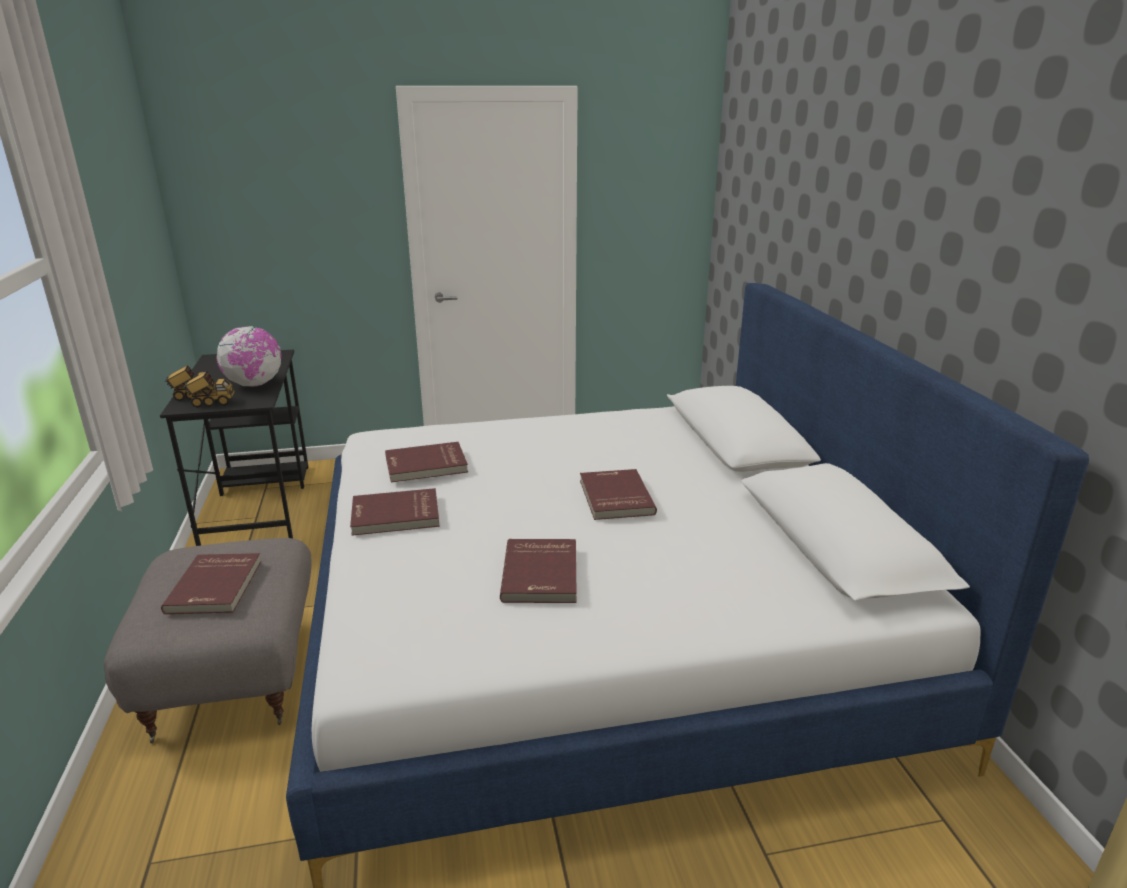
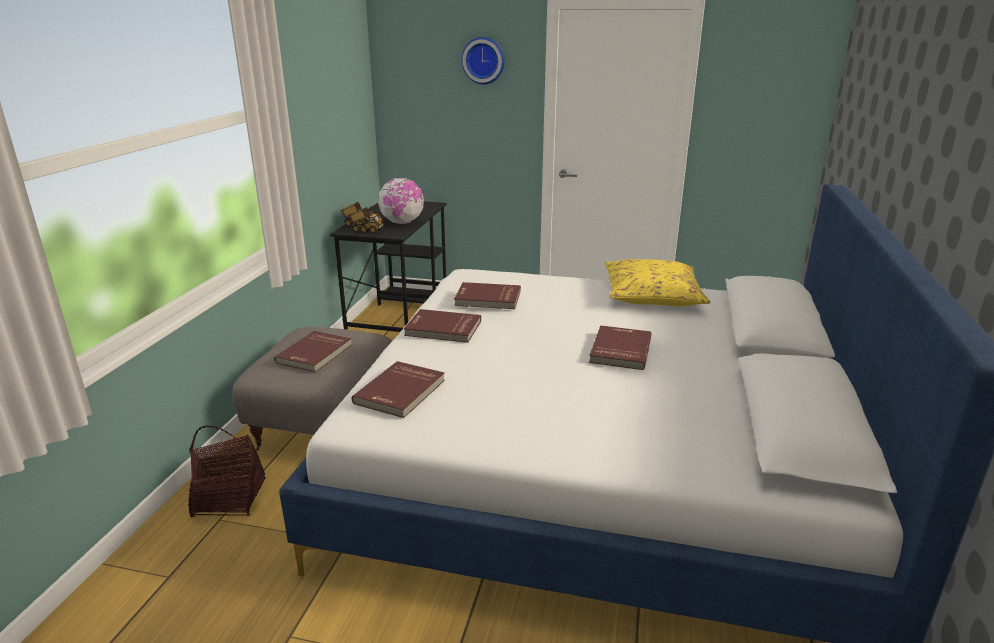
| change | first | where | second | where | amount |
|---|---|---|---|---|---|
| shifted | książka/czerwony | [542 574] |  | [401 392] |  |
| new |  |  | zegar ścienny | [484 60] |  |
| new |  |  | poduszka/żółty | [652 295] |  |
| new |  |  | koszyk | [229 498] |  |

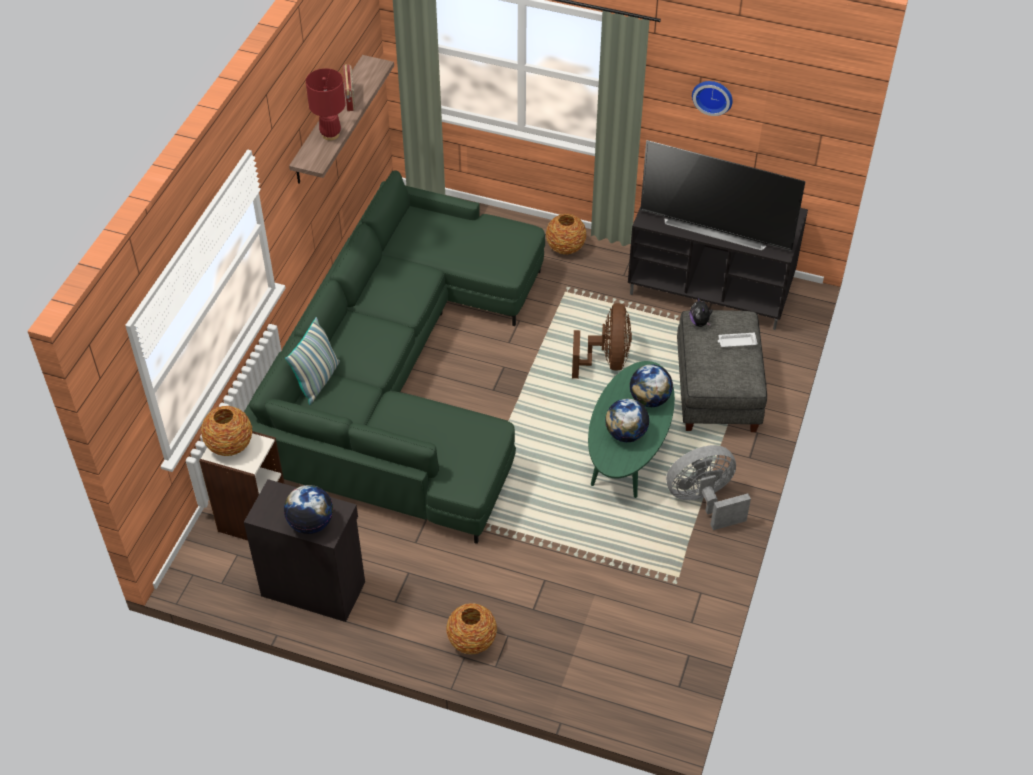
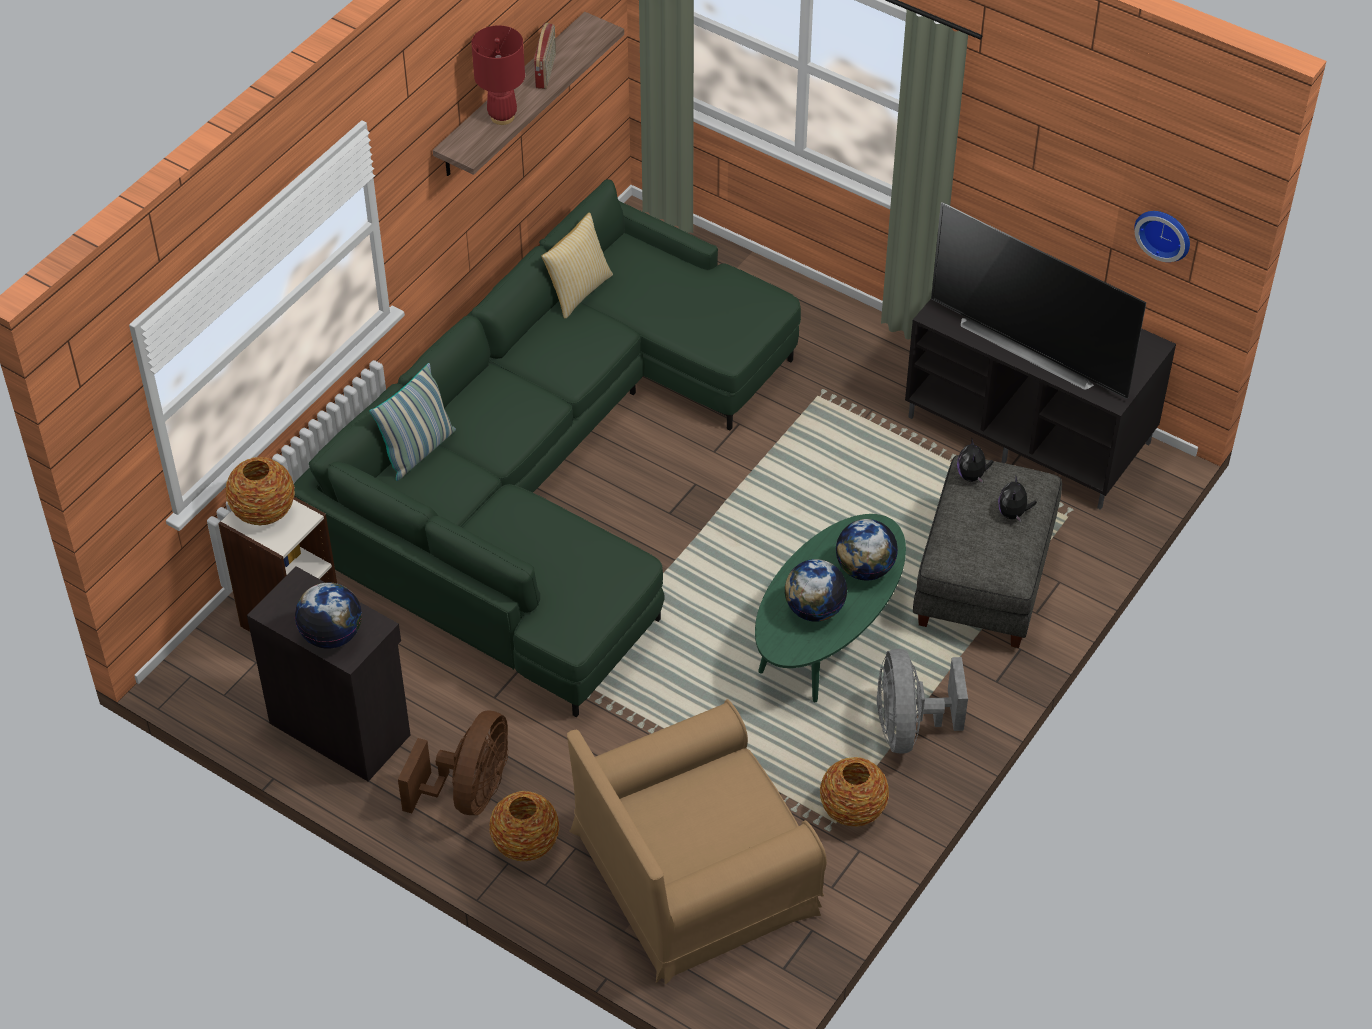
| change | first | where | second | where | amount |
|---|---|---|---|---|---|
| shifted | zegar ścienny | [713 96] |  | [1164 233] |  |
| shifted | wazon | [566 247] |  | [853 810] |  |
| shifted | wentylator/brązowy | [606 360] |  | [469 792] |  |
| swapped | taca/biały | [736 342] | pluszak | [1013 513] |  |
| rotated | wentylator/szary | [704 501] |  | [909 727] | 90 degrees counterclockwise |
| new |  |  | poduszka | [578 291] |  |
| new |  |  | fotel/brązowy | [694 870] |  |

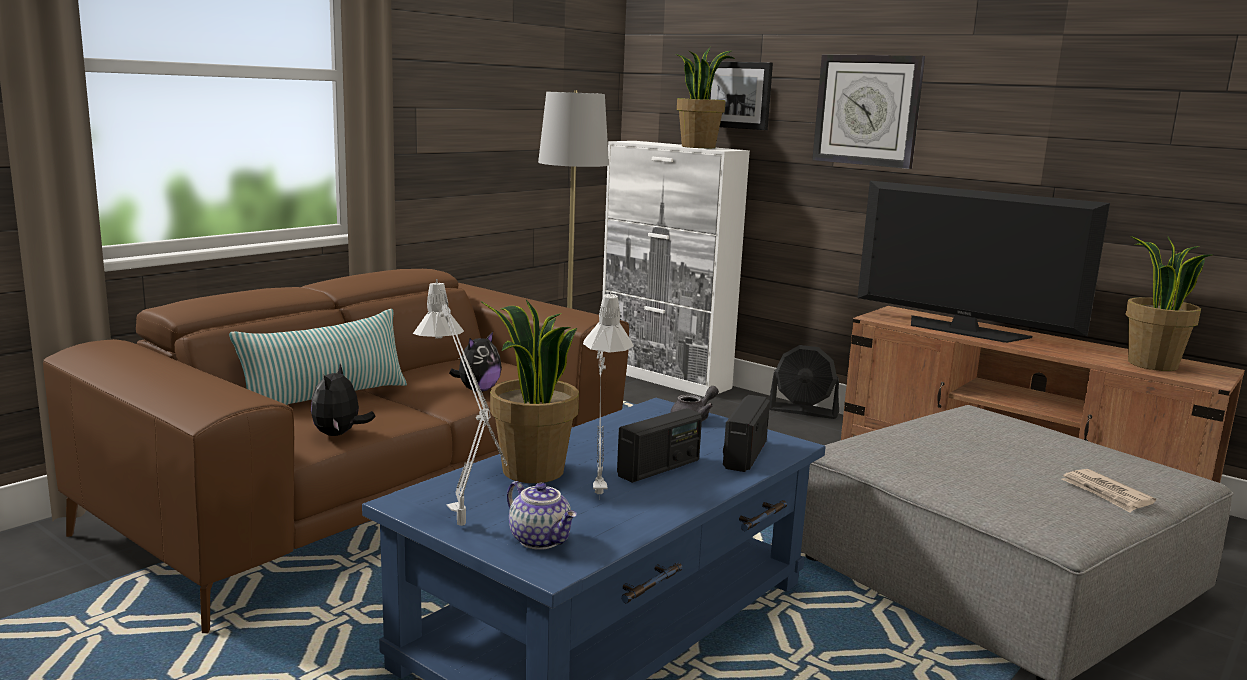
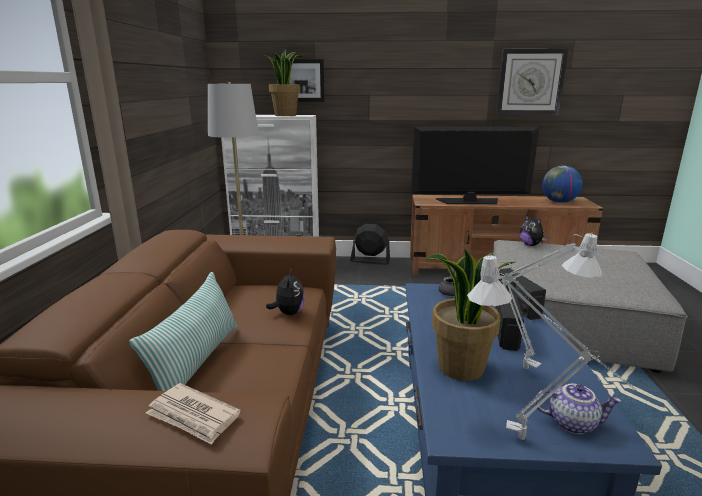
| change | first | where | second | where | amount |
|---|---|---|---|---|---|
| shifted | zegar ścienny | [867 110] |  | [530 82] |  |
| swapped | roślina doniczkowa | [1151 364] | globus | [559 202] |  |
| rotated | wentylator/czarny | [803 411] |  | [370 260] | 150 degrees counterclockwise |
| shifted | pluszak | [339 434] |  | [530 245] |  |
| shifted | gazeta | [1106 493] |  | [193 416] |  |

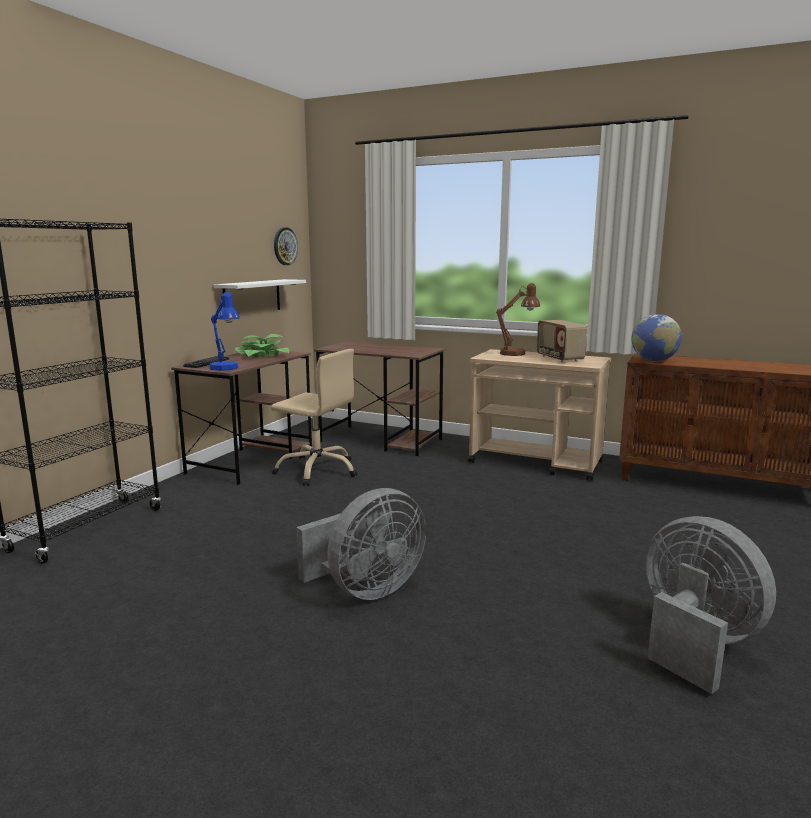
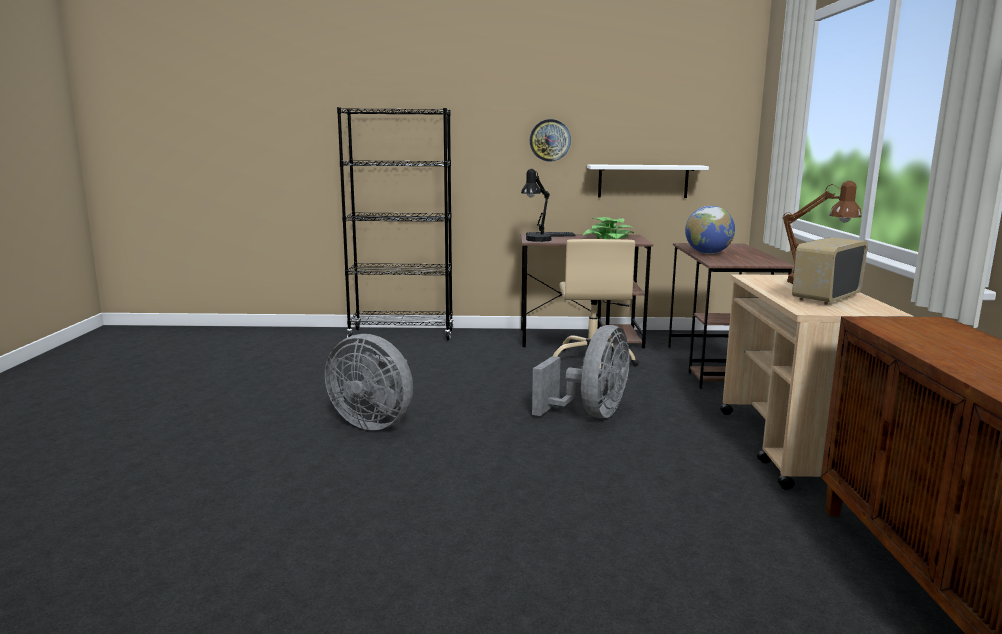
| change | first | where | second | where | amount |
|---|---|---|---|---|---|
| shifted | zegar ścienny | [285 246] |  | [550 140] |  |
| repainted | lampa stołowa/niebieski | [226 369] | lampa stołowa/czarny | [536 240] |  |
| shifted | globus | [654 361] |  | [707 253] |  |
| shifted | wentylator/szary | [694 643] |  | [591 414] |  |

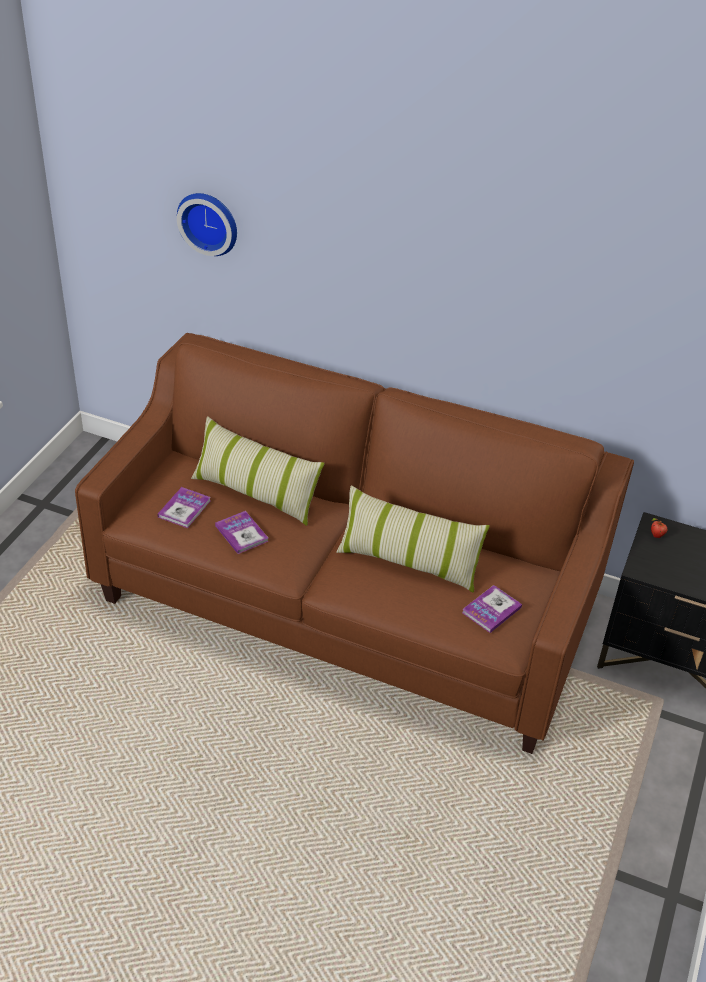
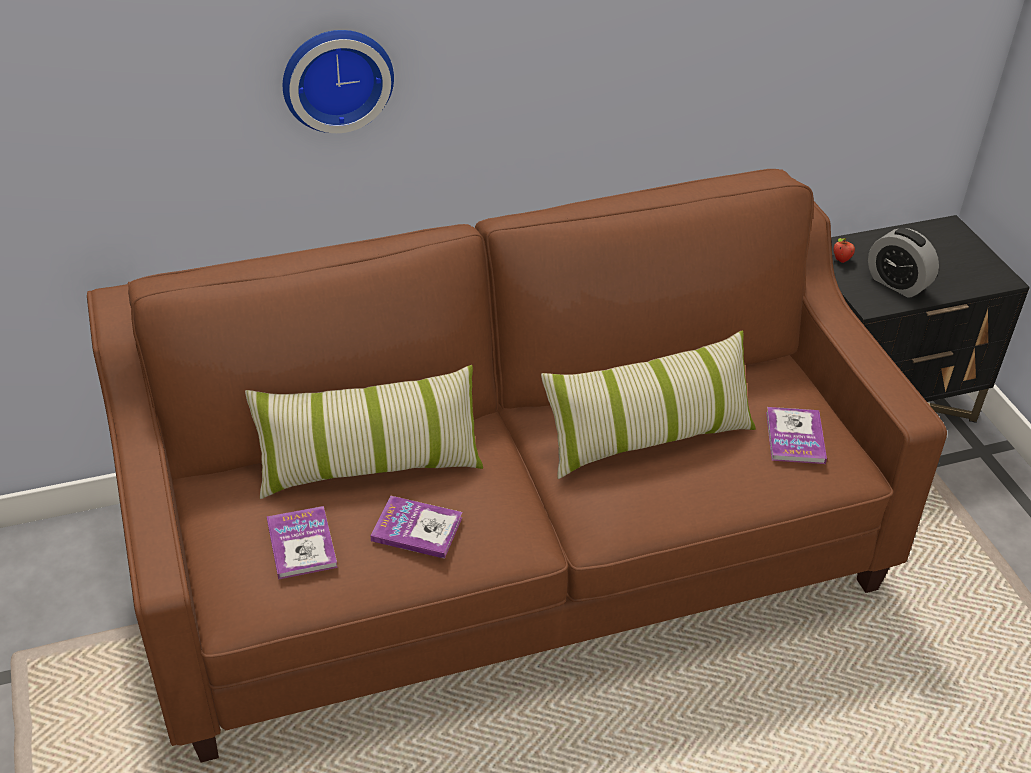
| change | first | where | second | where | amount |
|---|---|---|---|---|---|
| shifted | zegar ścienny | [209 222] |  | [336 77] |  |
| new |  |  | budzik | [897 283] |  |

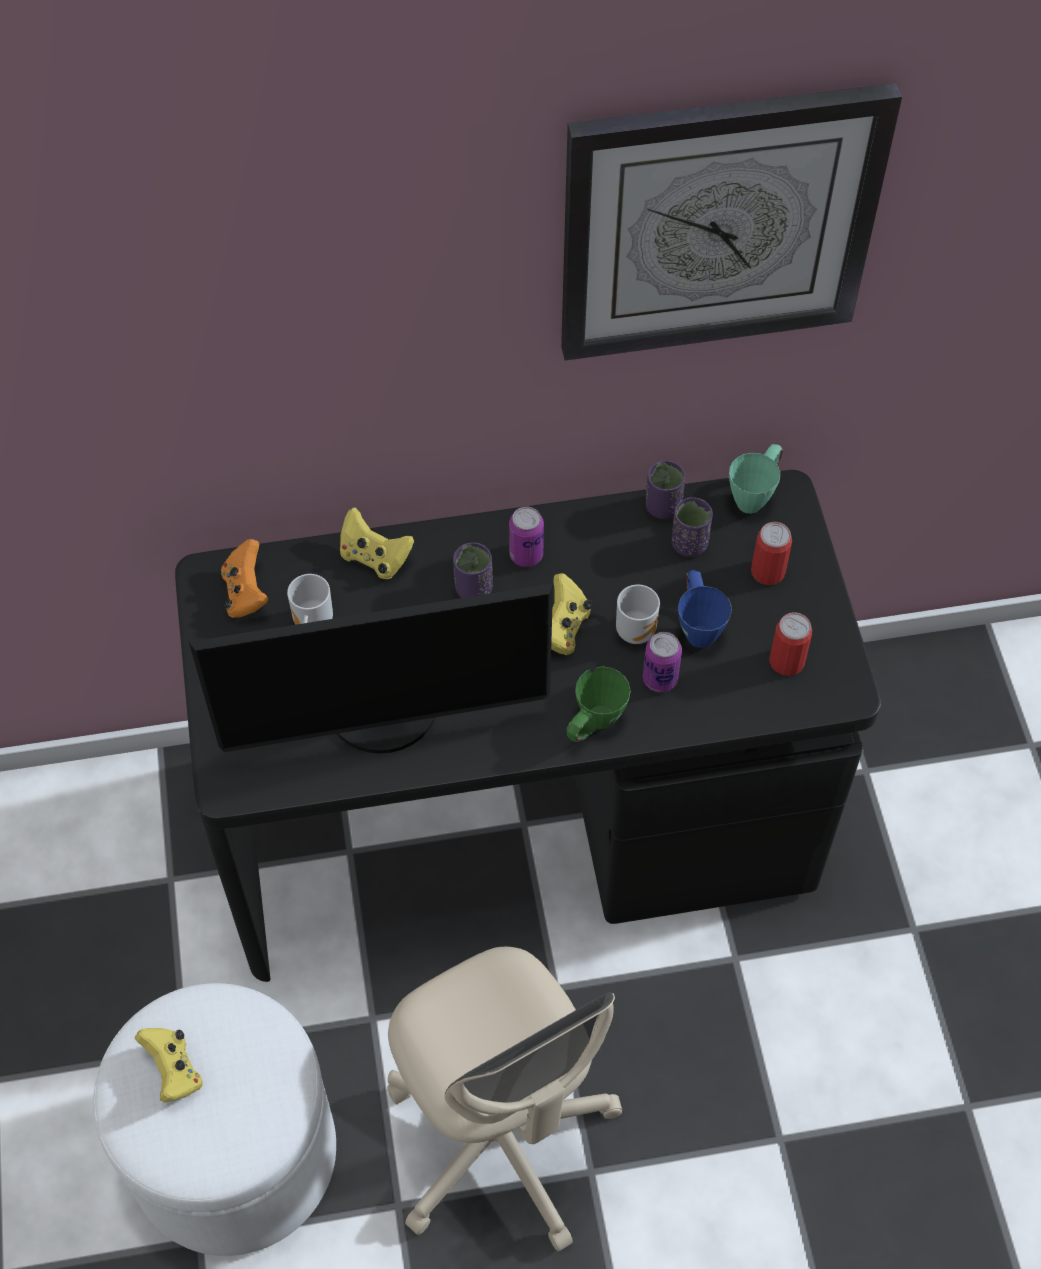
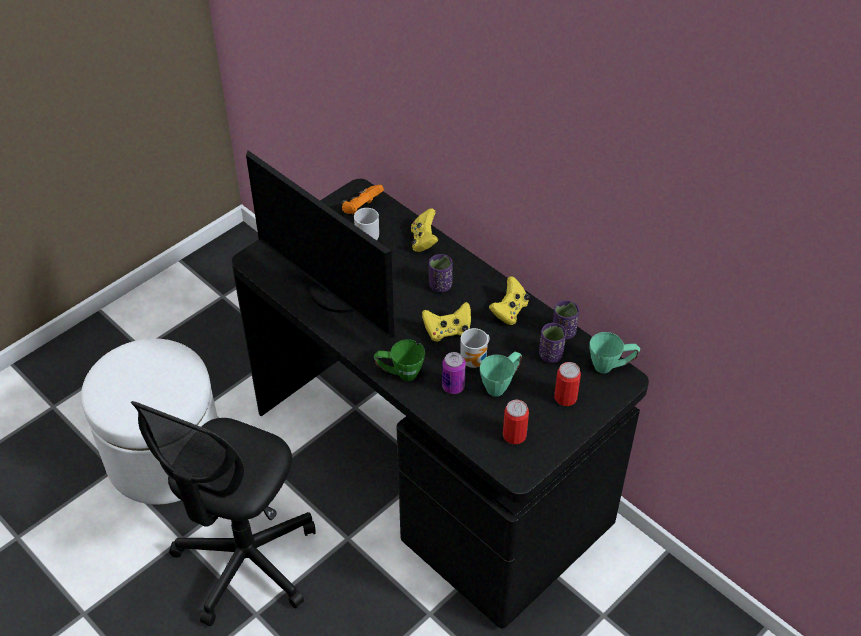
| change | first | where | second | where | amount |
|---|---|---|---|---|---|
| gone | zegar ścienny | [718 223] |  |  |  |
| gone | puszka | [526 555] |  |  |  |
| repainted | kubek/niebieski | [697 626] | kubek/zielony | [501 385] |  |
| repainted | krzesło biurowe/beżowy | [500 1139] | krzesło biurowe/czarny | [246 562] |  |
| shifted | pad do gier/żółty | [174 1070] |  | [509 311] |  |

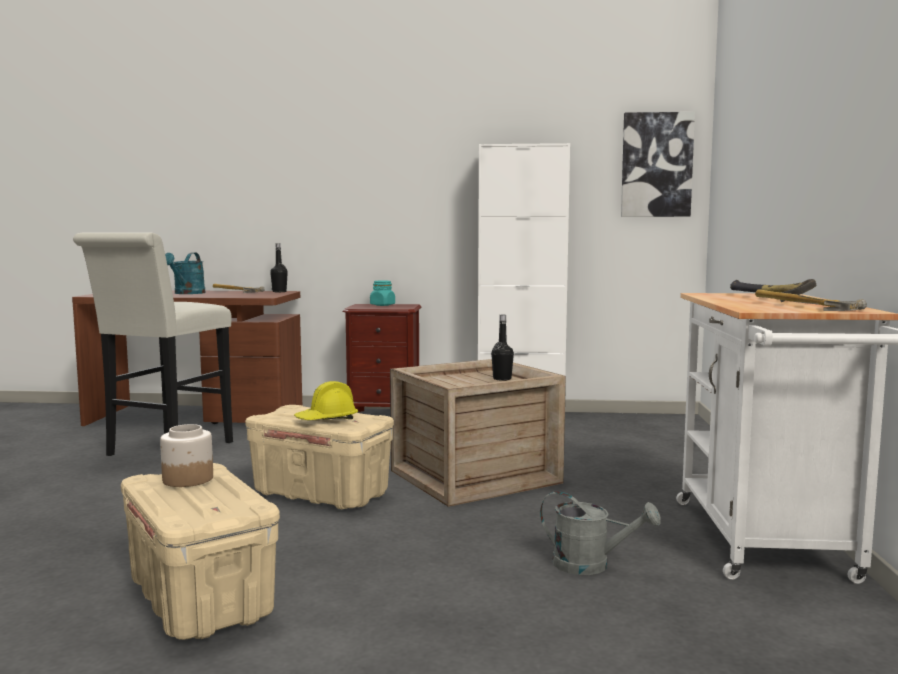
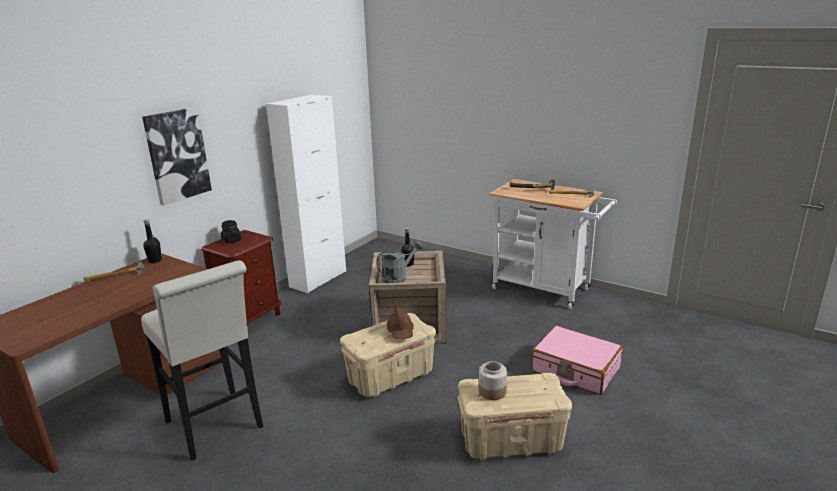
| change | first | where | second | where | amount |
|---|---|---|---|---|---|
| shifted | obraz | [656 165] |  | [177 155] |  |
| gone | konewka/turkusowy | [187 293] |  |  |  |
| repainted | słoik/turkusowy | [382 305] | słoik/czarny | [231 240] |  |
| repainted | kask/żółty | [326 419] | kask/brązowy | [401 332] |  |
| shifted | konewka/szary | [591 565] |  | [398 278] |  |
| new |  |  | walizka/różowy | [575 369] |  |

